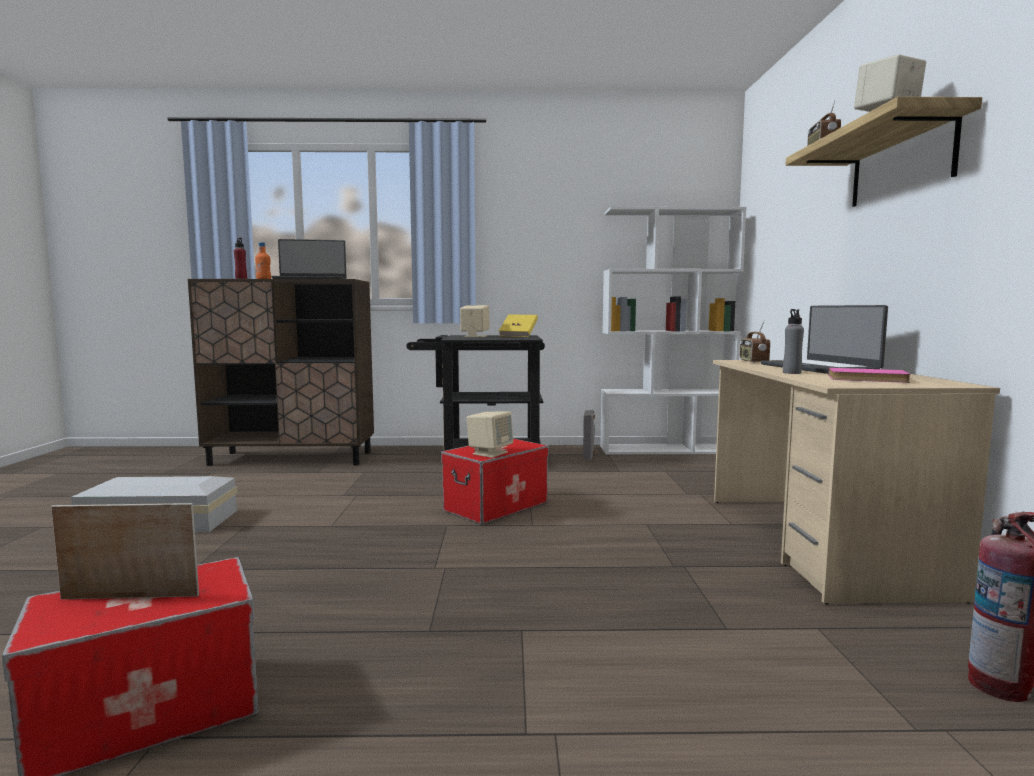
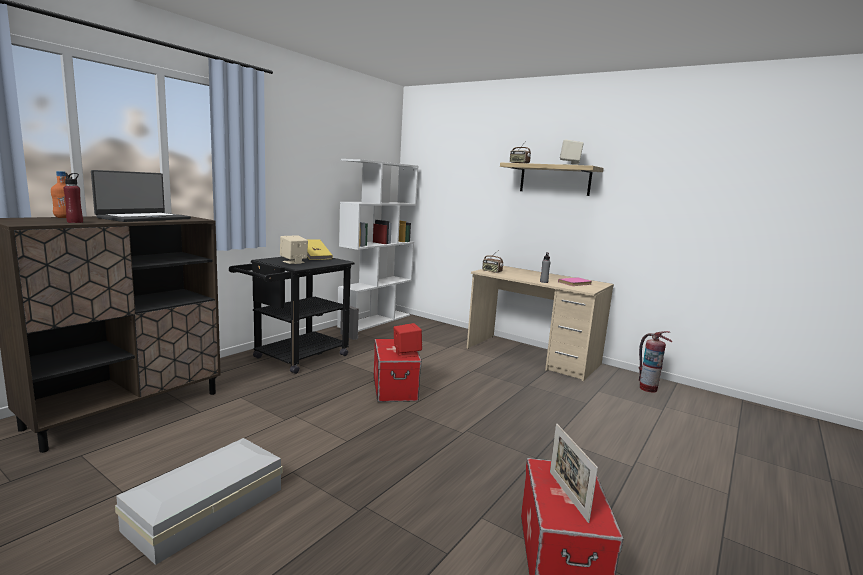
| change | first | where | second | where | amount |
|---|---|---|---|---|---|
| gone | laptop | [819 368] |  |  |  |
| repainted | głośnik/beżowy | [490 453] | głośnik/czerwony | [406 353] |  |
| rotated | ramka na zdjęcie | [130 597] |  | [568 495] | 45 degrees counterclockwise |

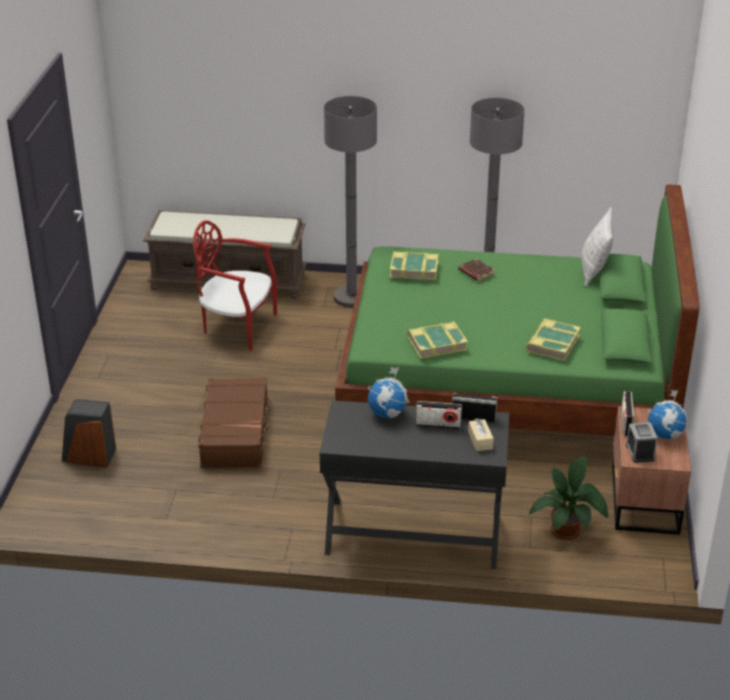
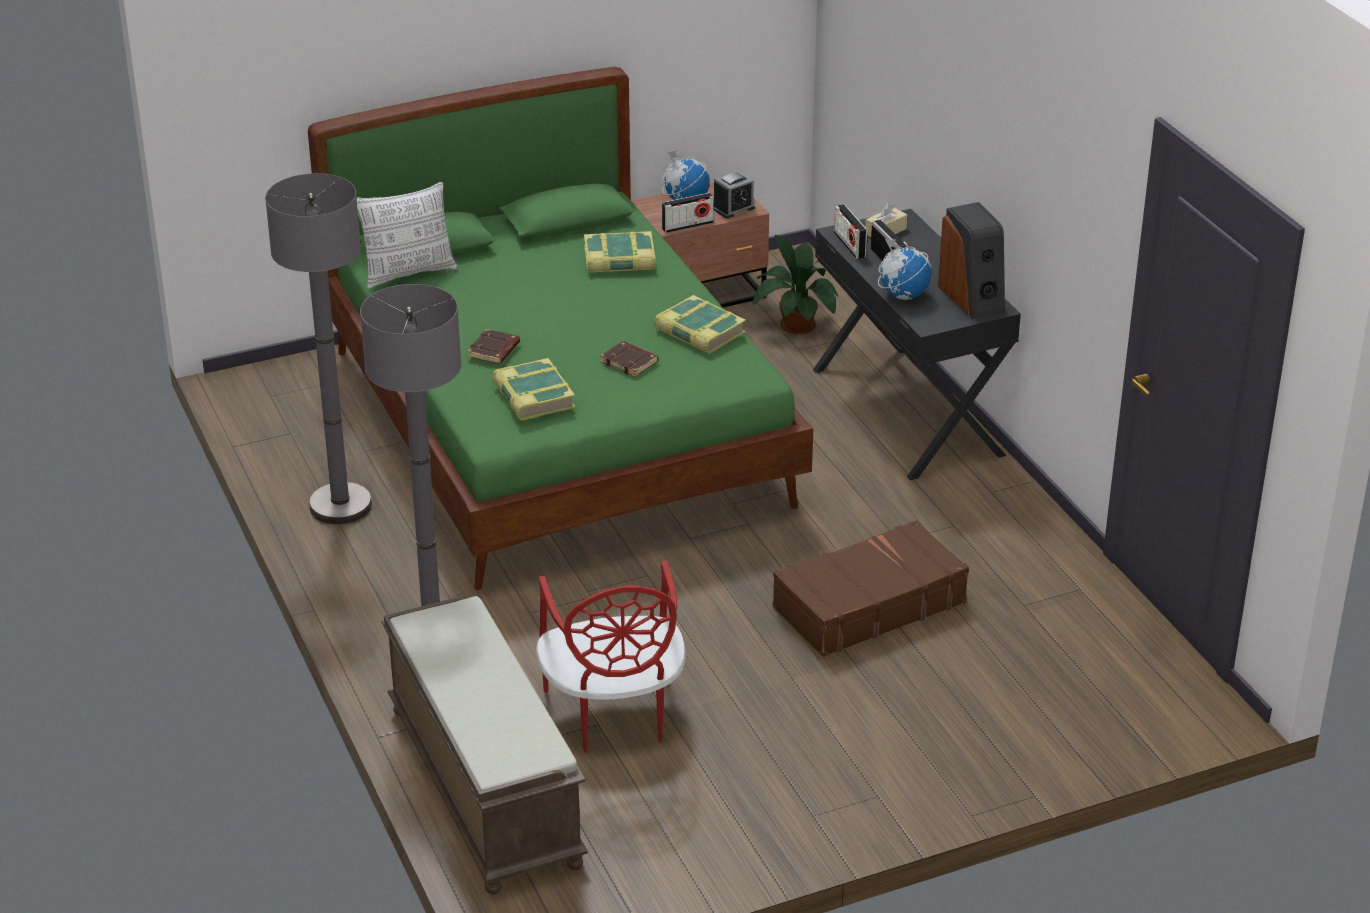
| change | first | where | second | where | amount |
|---|---|---|---|---|---|
| shifted | głośnik | [89 456] |  | [972 298] |  |
| new |  |  | książka/brązowy | [630 362] |  |

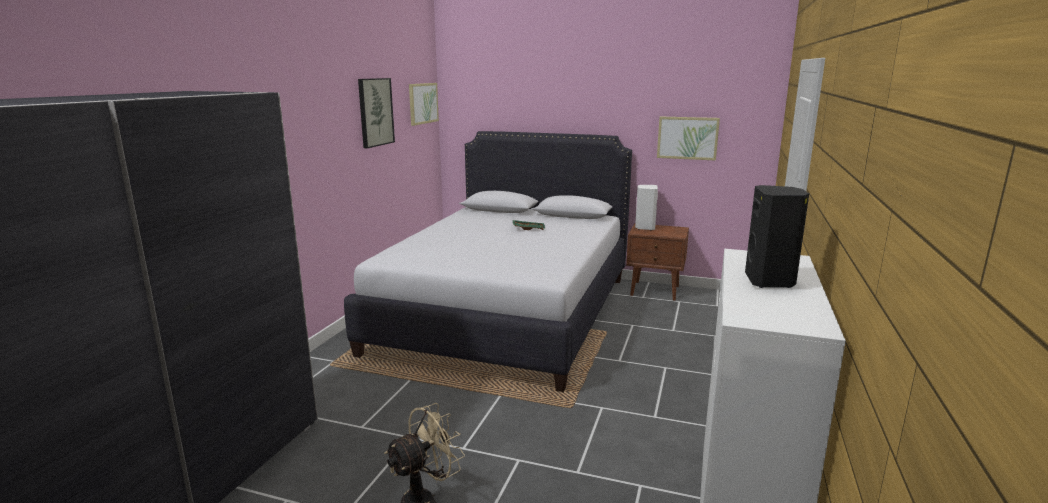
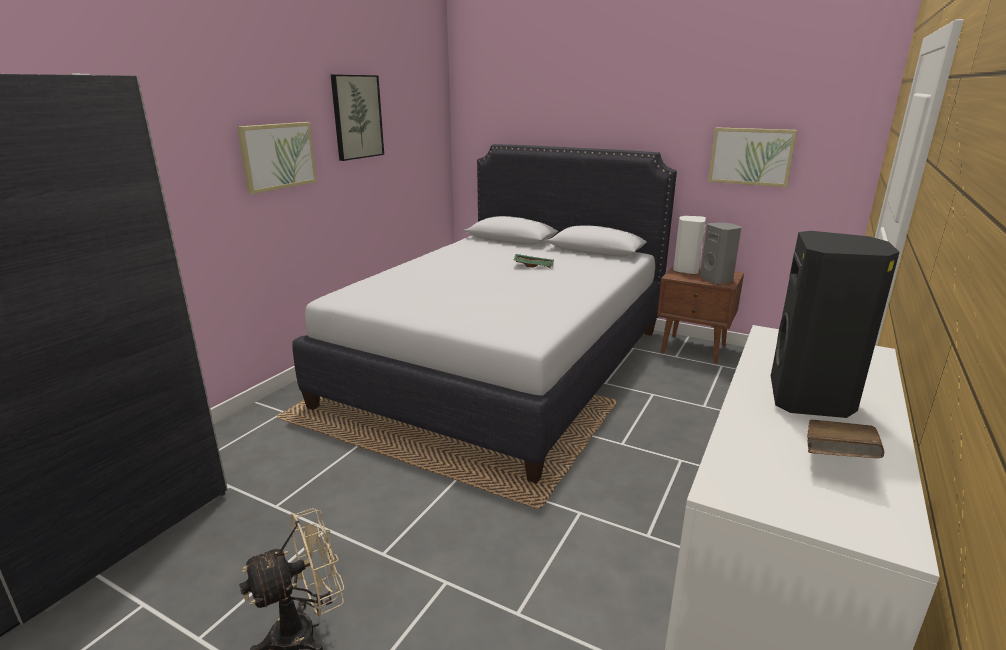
| change | first | where | second | where | amount |
|---|---|---|---|---|---|
| shifted | obraz | [423 103] |  | [278 156] |  |
| new |  |  | głośnik/szary | [717 280] |  |
| new |  |  | książka/brązowy | [837 458] |  |

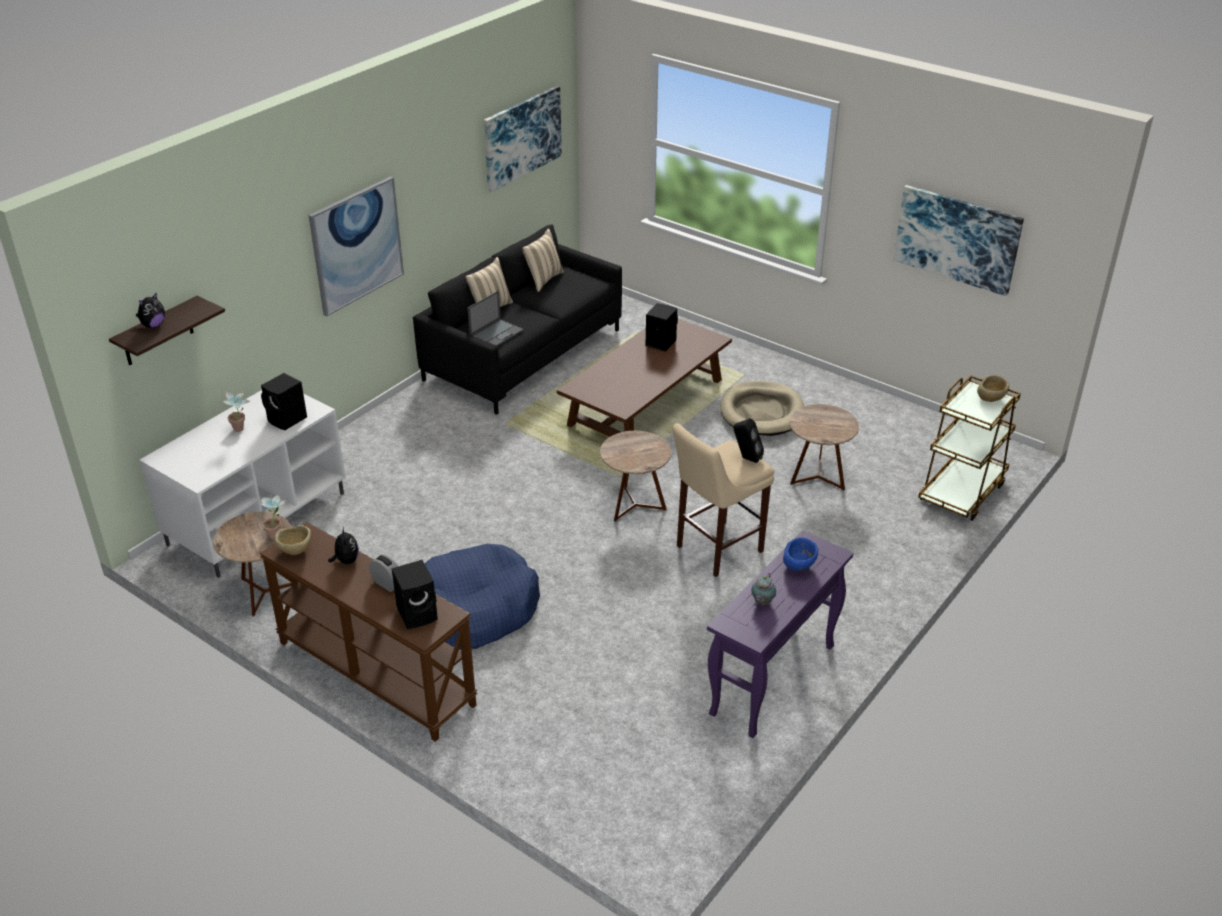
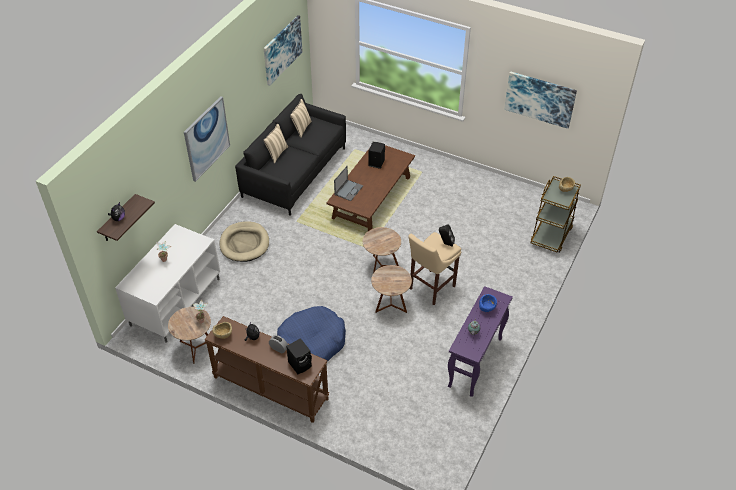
| change | first | where | second | where | amount |
|---|---|---|---|---|---|
| shifted | laptop | [496 333] |  | [349 190] |  |
| gone | głośnik/czarny | [288 420] |  |  |  |
| shifted | legowisko/beżowy | [762 412] |  | [244 243] |  |
| shifted | stolik/brązowy | [817 478] |  | [390 305] |  |

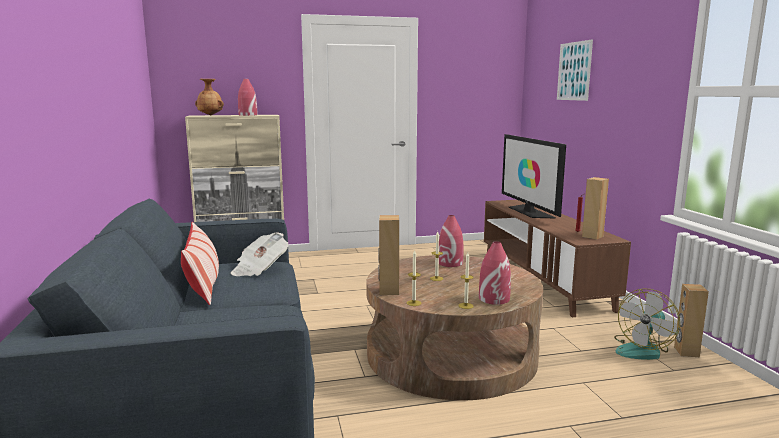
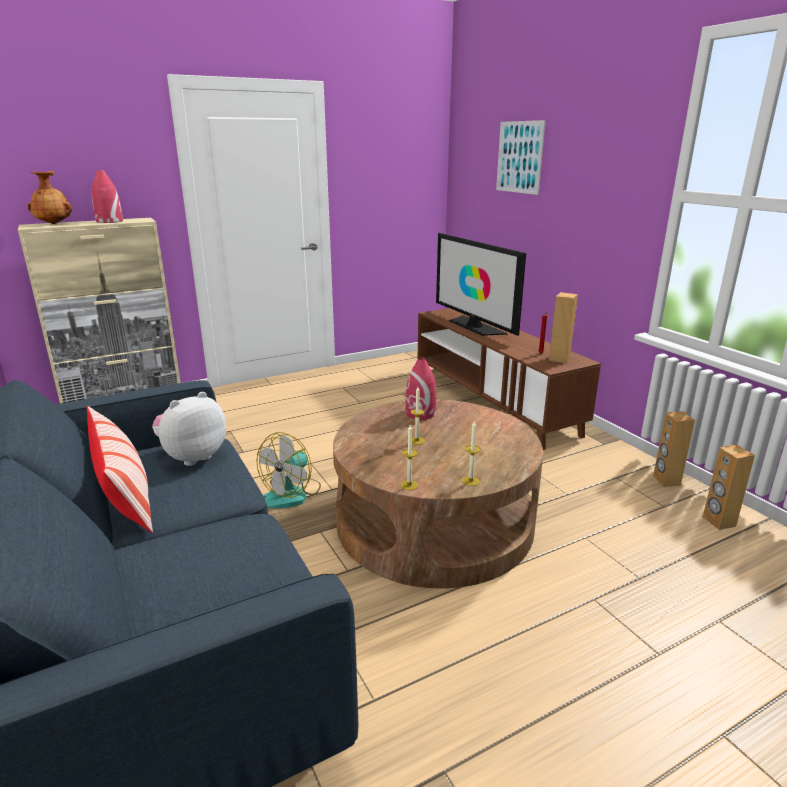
| change | first | where | second | where | amount |
|---|---|---|---|---|---|
| shifted | głośnik/brązowy | [388 291] |  | [718 521] |  |
| swapped | gazeta | [259 269] | pluszak | [192 457] |  |
| gone | wazon/czerwony | [493 298] |  |  |  |
| shifted | wentylator | [643 350] |  | [291 494] |  |

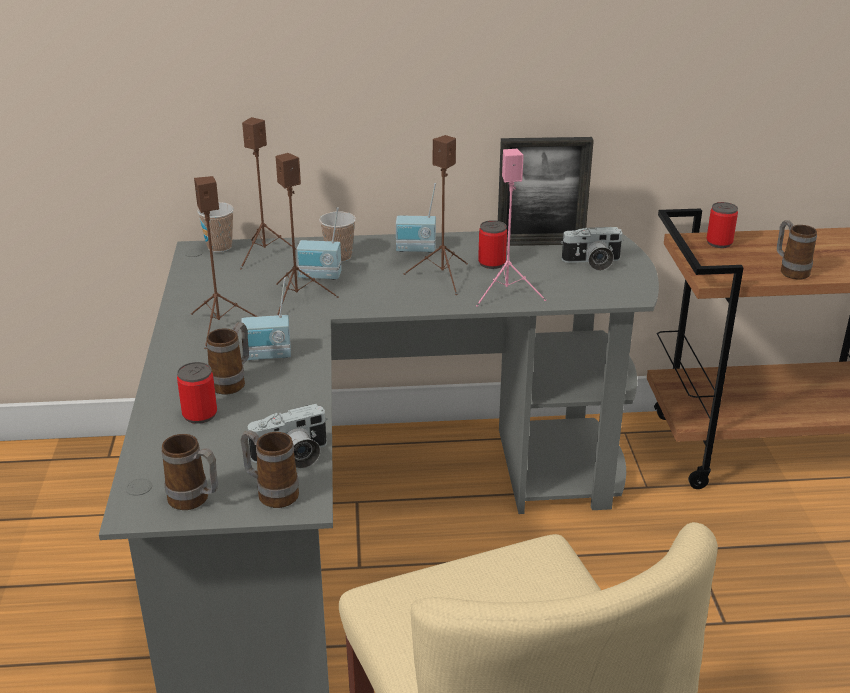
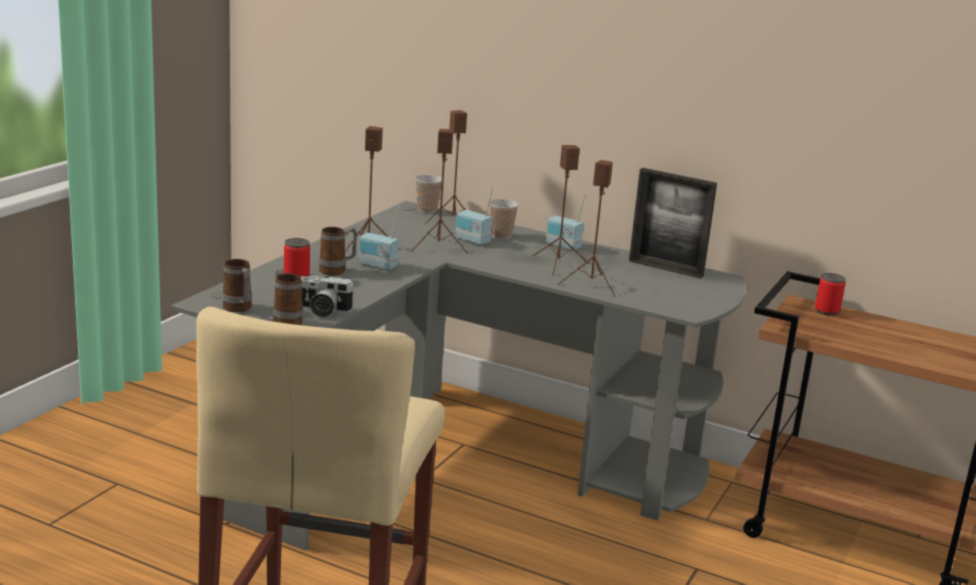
| change | first | where | second | where | amount |
|---|---|---|---|---|---|
| repainted | głośnik/różowy | [507 293] | głośnik/brązowy | [591 285] |  |
| gone | puszka | [492 263] |  |  |  |
| gone | kubek | [790 270] |  |  |  |
| gone | aparat fotograficzny | [592 263] |  |  |  |

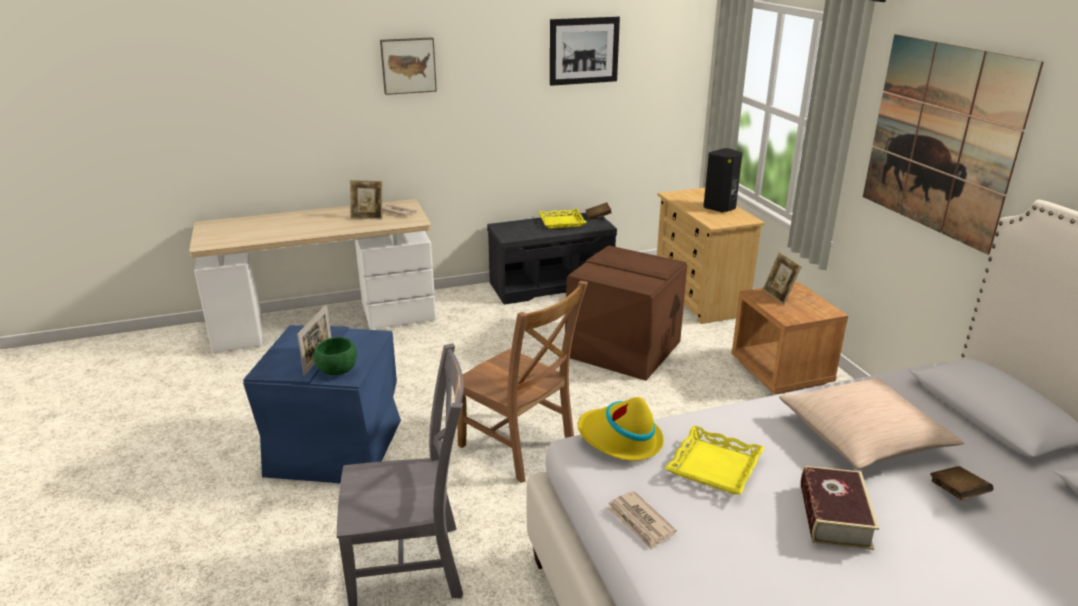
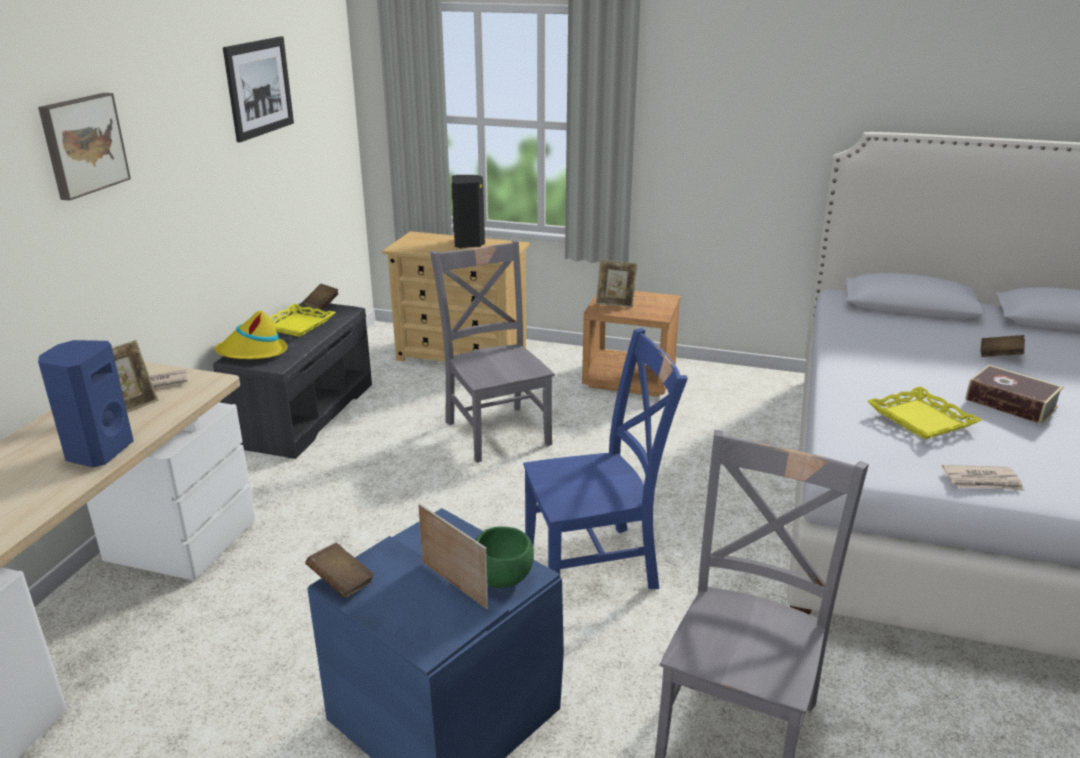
| change | first | where | second | where | amount |
|---|---|---|---|---|---|
| gone | obraz | [941 139] |  |  |  |
| swapped | pojemnik do przechowywania/brązowy | [624 350] | krzesło/szary | [496 430] |  |
| repainted | krzesło/brązowy | [519 447] | krzesło/niebieski | [596 564] |  |
| gone | poduszka/beżowy | [863 437] |  |  |  |
| shifted | kapelusz/żółty | [620 439] |  | [252 353] |  |
| new |  |  | głośnik/niebieski | [98 452] |  |
| new |  |  | książka/brązowy | [341 582] |  |

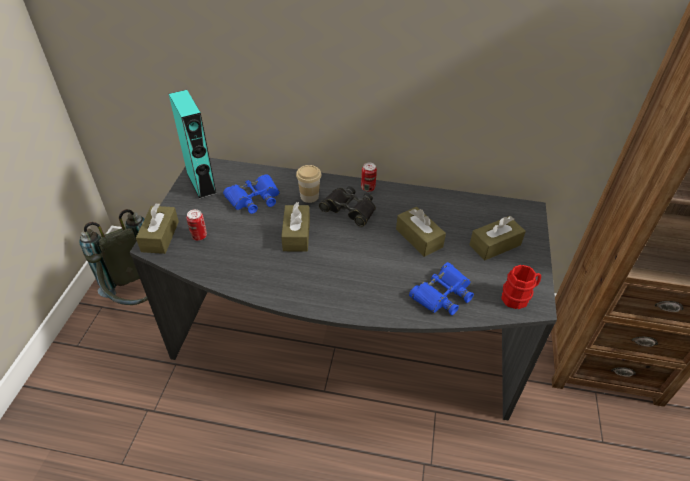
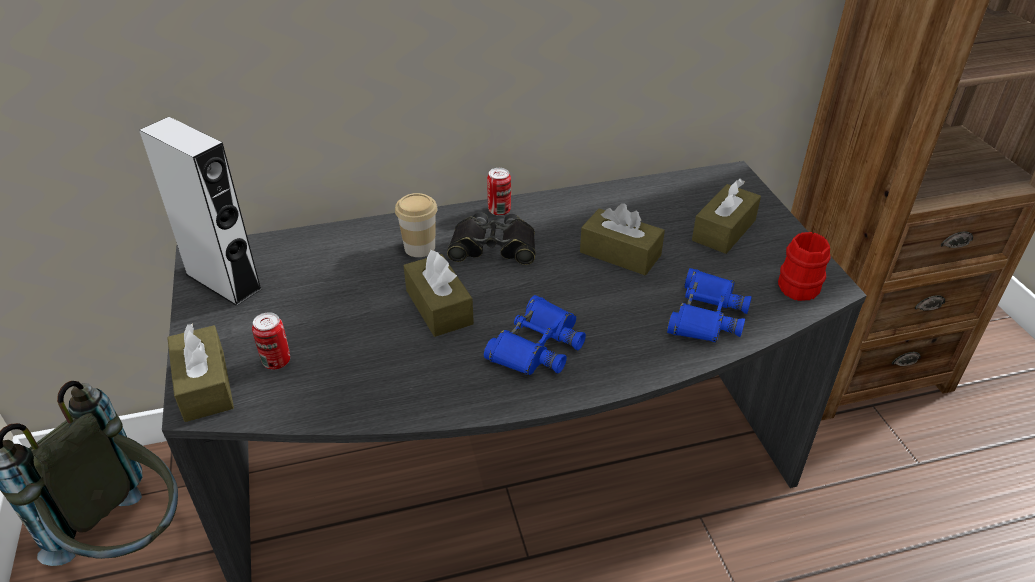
| change | first | where | second | where | amount |
|---|---|---|---|---|---|
| repainted | głośnik/turkusowy | [201 183] | głośnik/szary | [223 282] |  |
| shifted | lornetka/niebieski | [254 198] |  | [537 345] |  |

